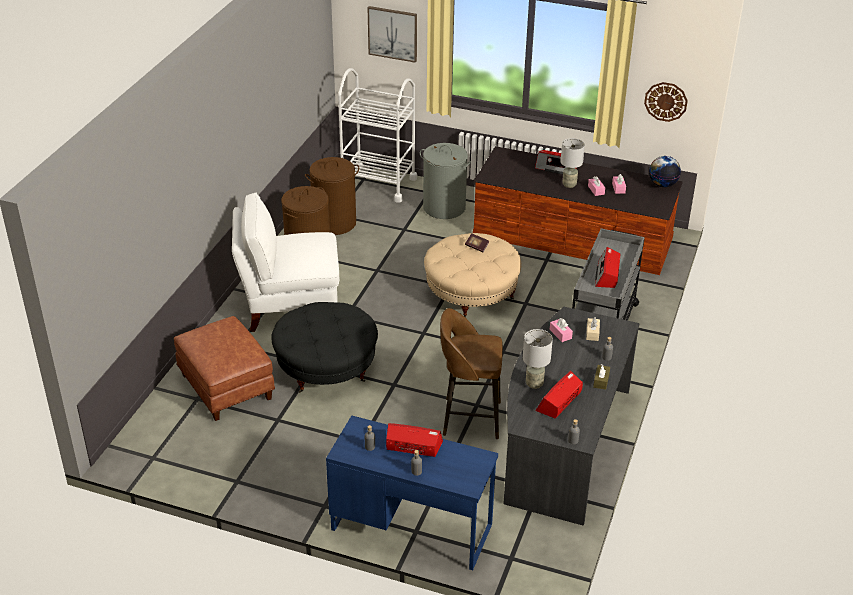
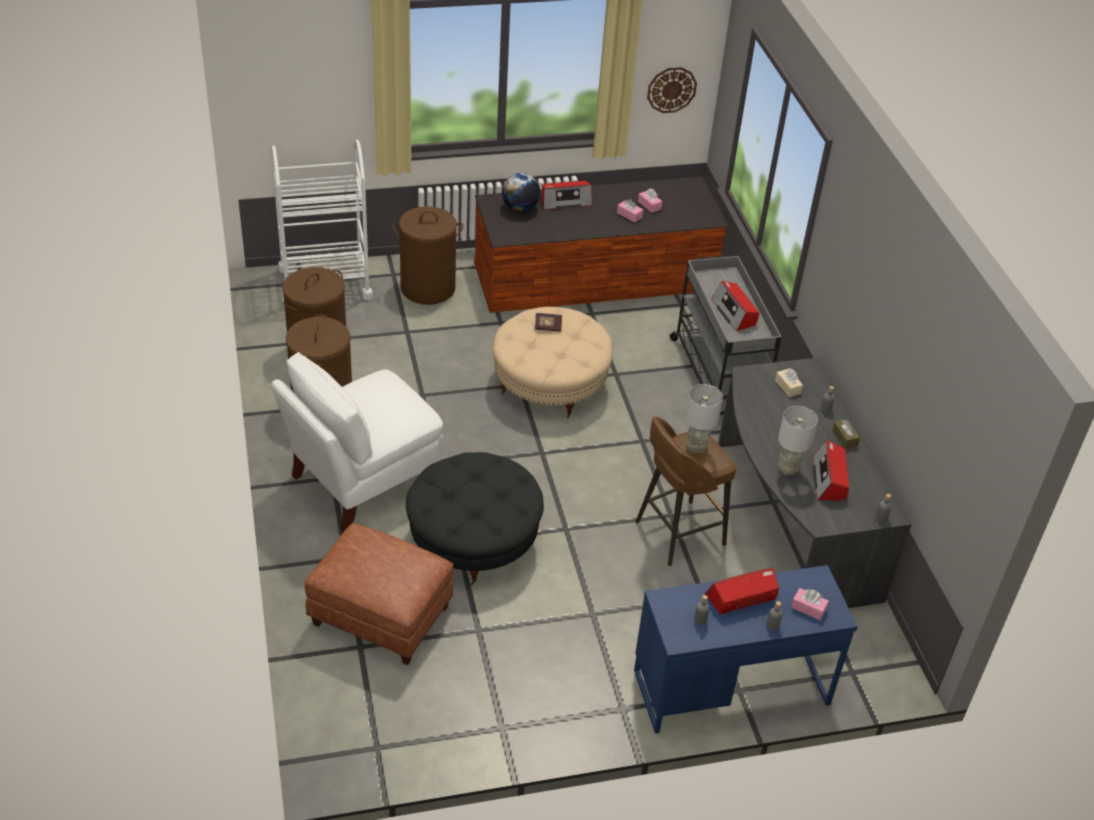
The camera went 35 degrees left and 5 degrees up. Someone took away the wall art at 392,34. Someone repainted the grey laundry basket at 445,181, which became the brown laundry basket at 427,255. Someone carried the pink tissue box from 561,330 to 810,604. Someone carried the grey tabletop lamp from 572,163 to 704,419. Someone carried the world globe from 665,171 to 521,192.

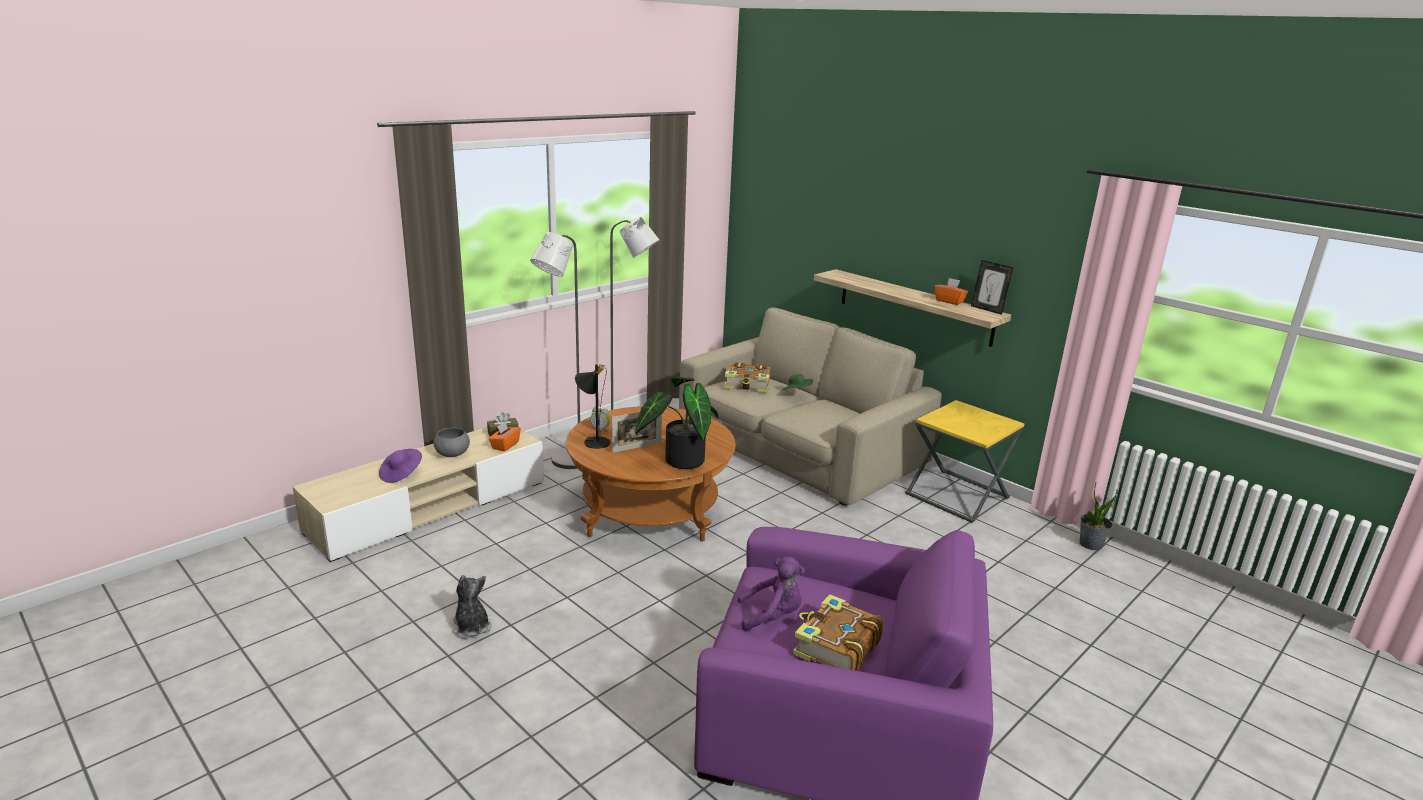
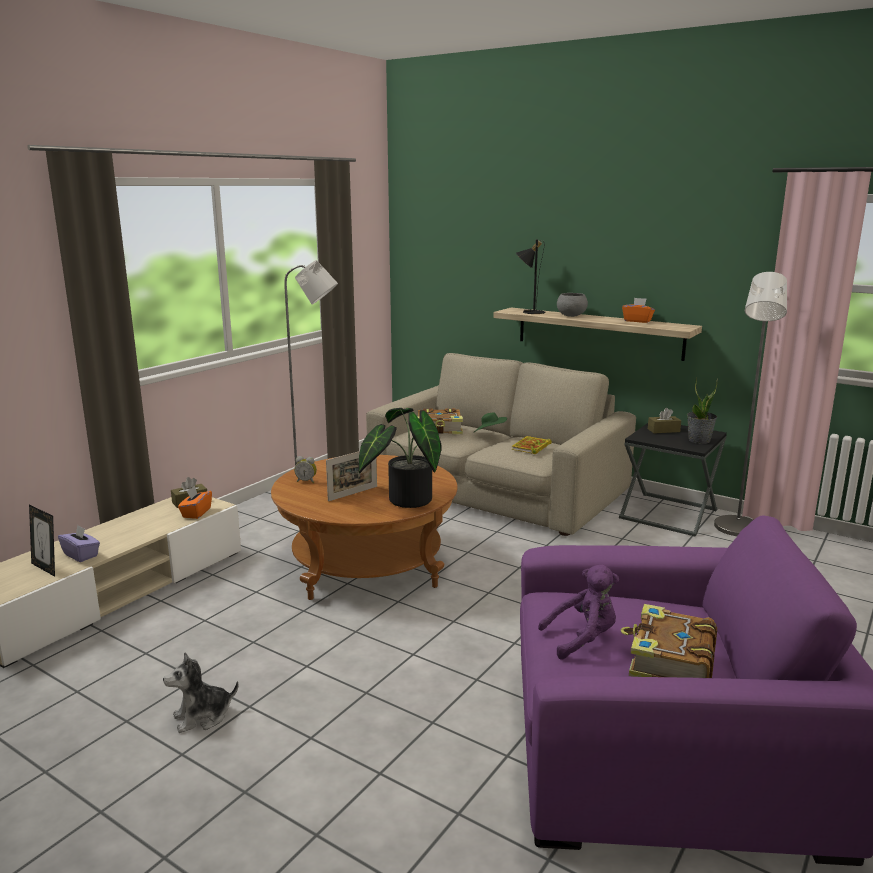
The camera went 10 degrees left and 5 degrees down. Someone swapped the purple hat at 400,466 for the purple tissue box at 79,543. Someone carried the grey serving bowl from 452,442 to 572,305. Someone rotated the soft toy at 472,607 by 75 degrees counterclockwise. Someone carried the grey floor lamp from 555,350 to 750,404. Someone carried the black tabletop lamp from 592,406 to 530,276. Someone repainted the yellowish end table at 964,461, which became the black end table at 673,479. Someone carried the photo frame from 992,287 to 42,541. Someone carried the potted plant from 1099,516 to 702,411. Someone put down the book at 532,445. Someone put down the brown tissue box at 664,420.

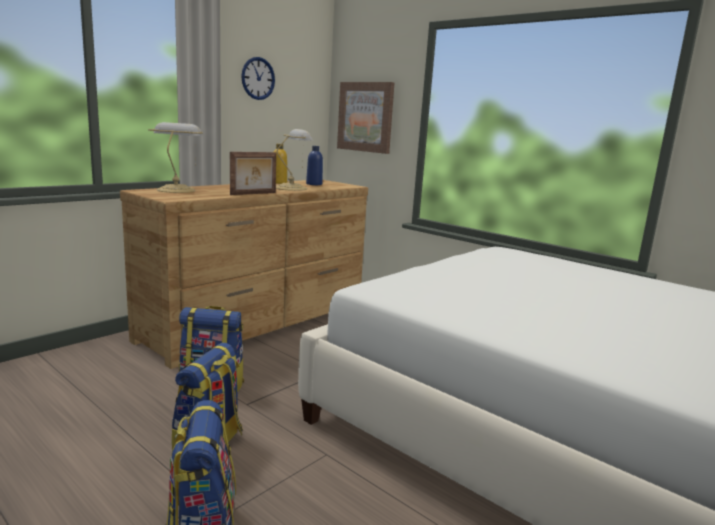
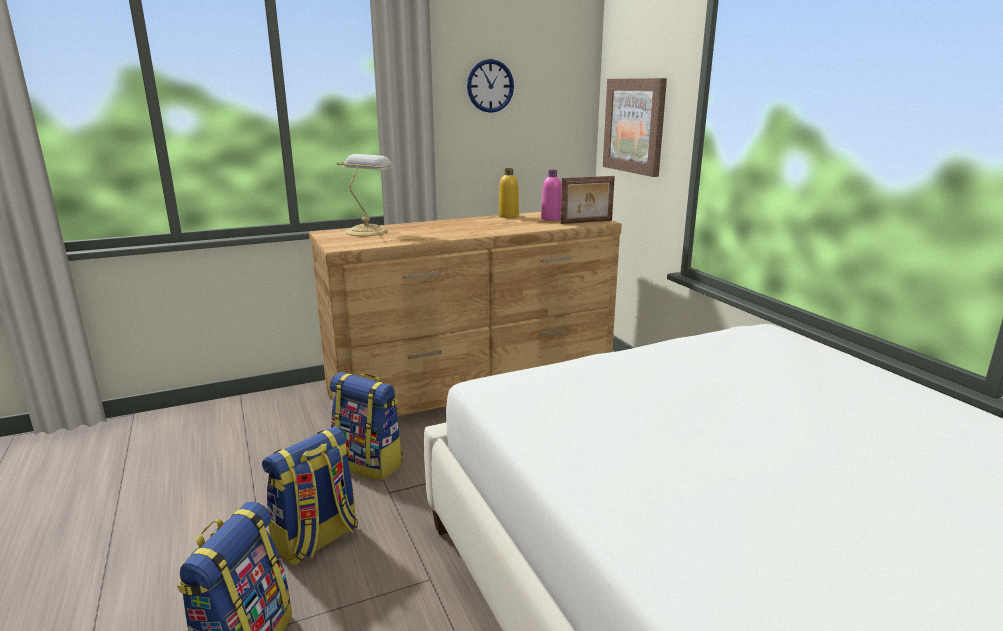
The camera went 25 degrees right and 5 degrees up. Someone carried the photo frame from 253,173 to 587,200. Someone took away the tabletop lamp at 294,160. Someone repainted the bluish drink bottle at 314,165, which became the pink drink bottle at 551,195.

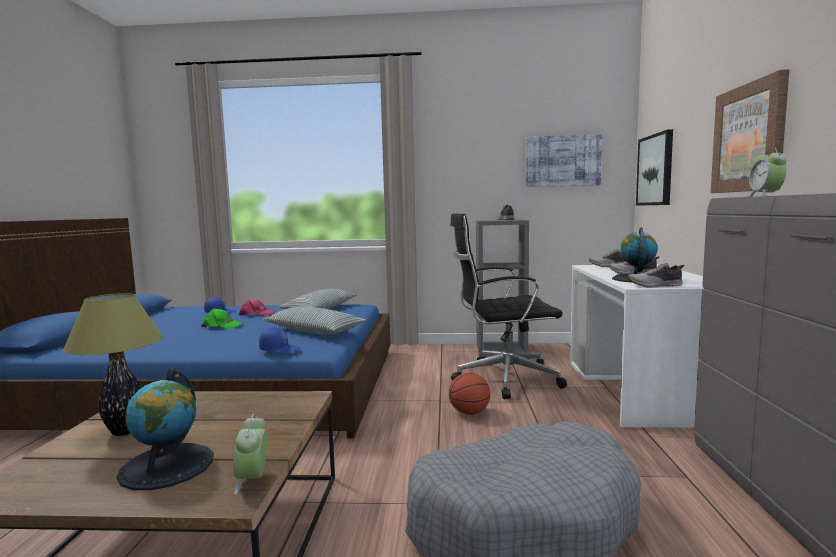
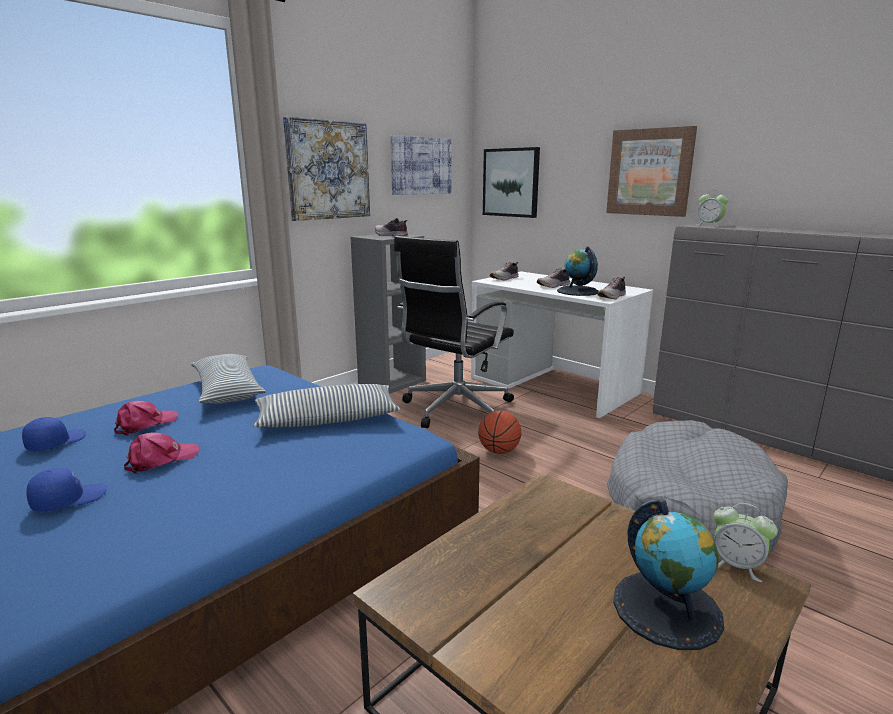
The camera went 50 degrees left and 10 degrees up. Someone took away the tabletop lamp at 113,364. Someone repainted the green peaked cap at 222,319, which became the pink peaked cap at 162,453. Someone carried the bluish peaked cap from 279,340 to 66,490. Someone put up the wall art at 326,169.

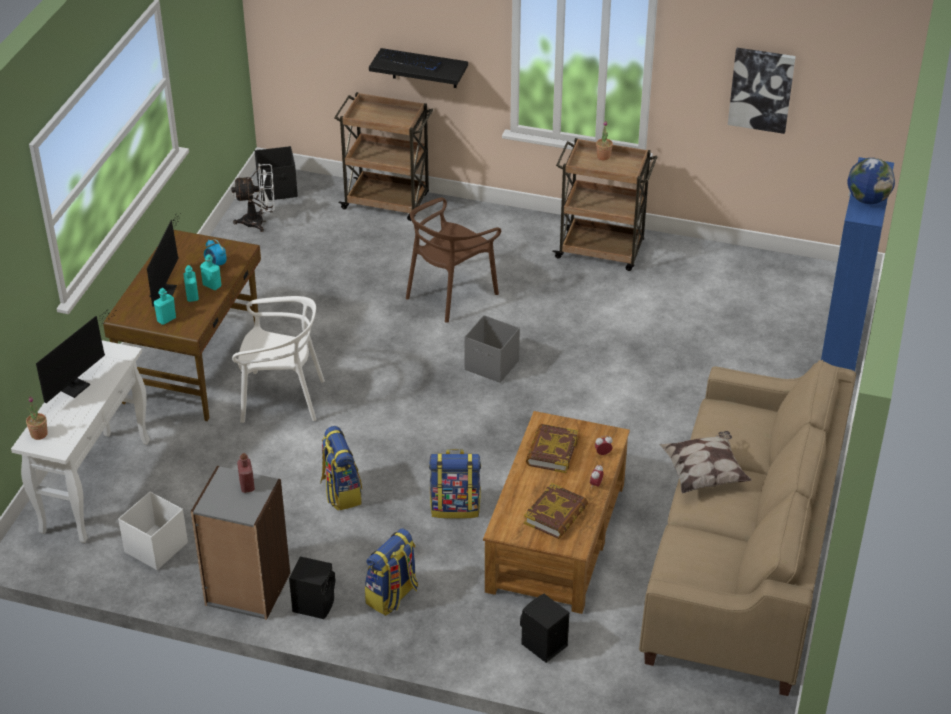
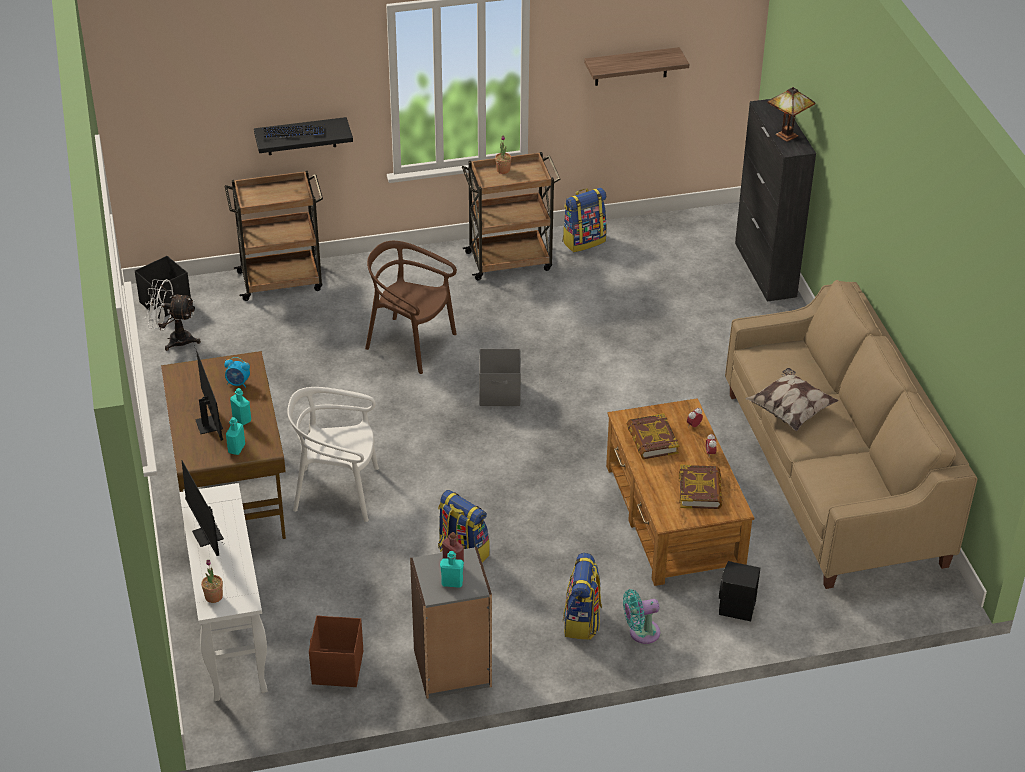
The camera went 30 degrees left and 0 degrees up. Someone rotated the computer display at 76,356 by 150 degrees clockwise. Someone repainted the whitish storage box at 153,531, which became the brown storage box at 336,651. Someone carried the blue-green drink bottle from 210,272 to 452,569. Someone rotated the whitish electric fan at 253,197 by 135 degrees counterclockwise. Someone rotated the whitish upright chair at 278,359 by 150 degrees counterclockwise. Someone took away the black loudspeaker at 312,587. Someone rotated the brown upright chair at 453,260 by 105 degrees clockwise. Someone carried the knapsack from 455,484 to 584,219. Someone swapped the wall art at 762,91 for the bracket shelf at 636,66. Someone repainted the bluish cabinet at 857,264, which became the black cabinet at 775,200. Someone swapped the world globe at 871,181 for the tabletop lamp at 791,114. Someone put down the blue-green electric fan at 641,616.

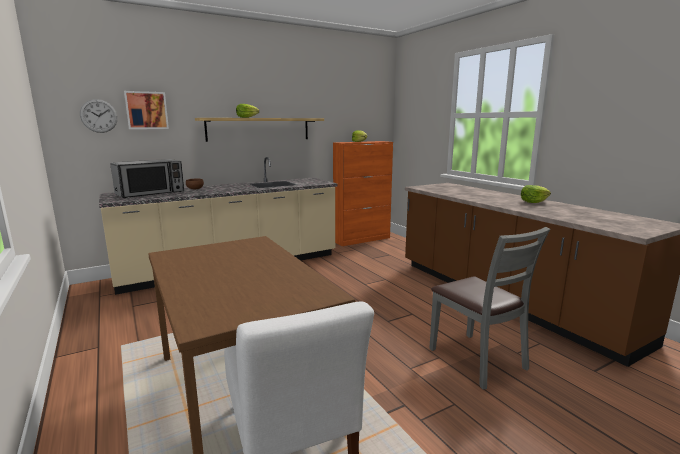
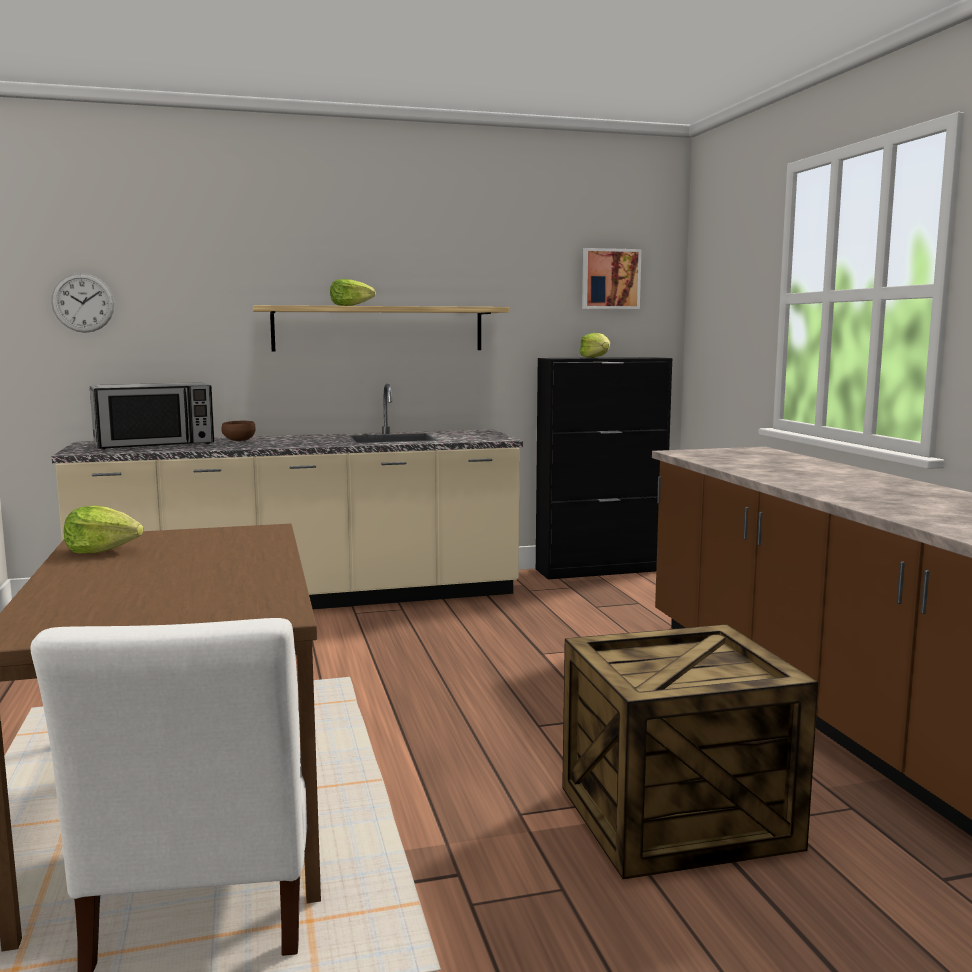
The camera went 15 degrees right and 5 degrees down. Someone carried the wall art from 146,110 to 611,278. Someone repainted the orangey cabinet at 363,193, which became the black cabinet at 604,468. Someone swapped the grey upright chair at 489,308 for the shipping crate at 690,752. Someone carried the lettuce head from 536,194 to 103,529.

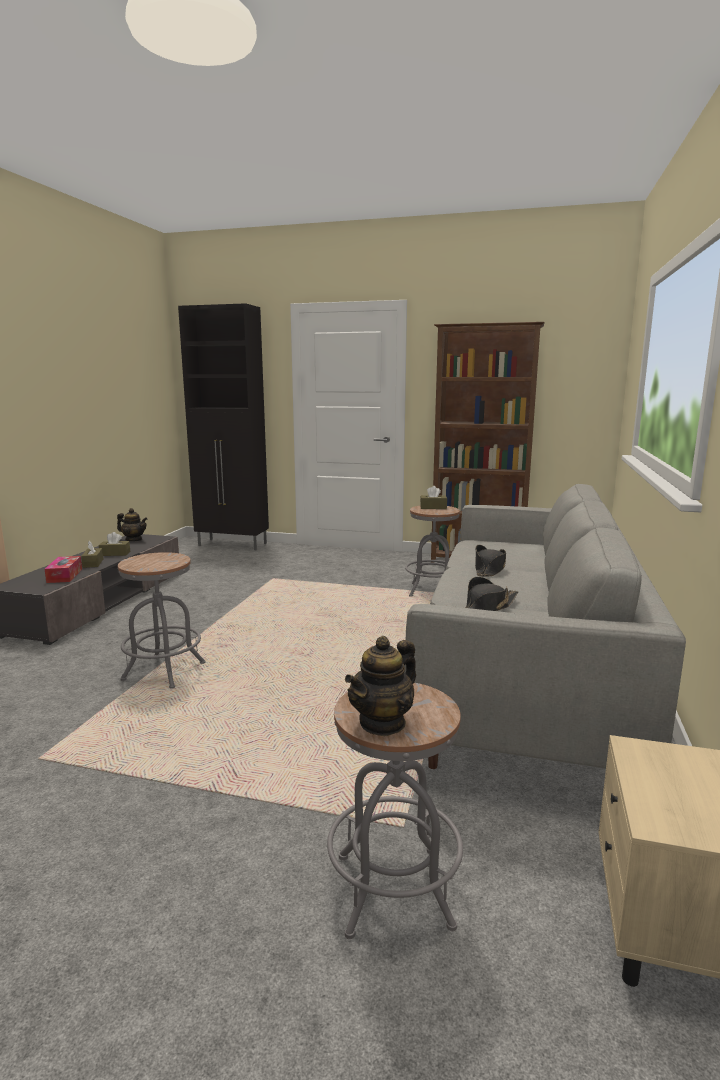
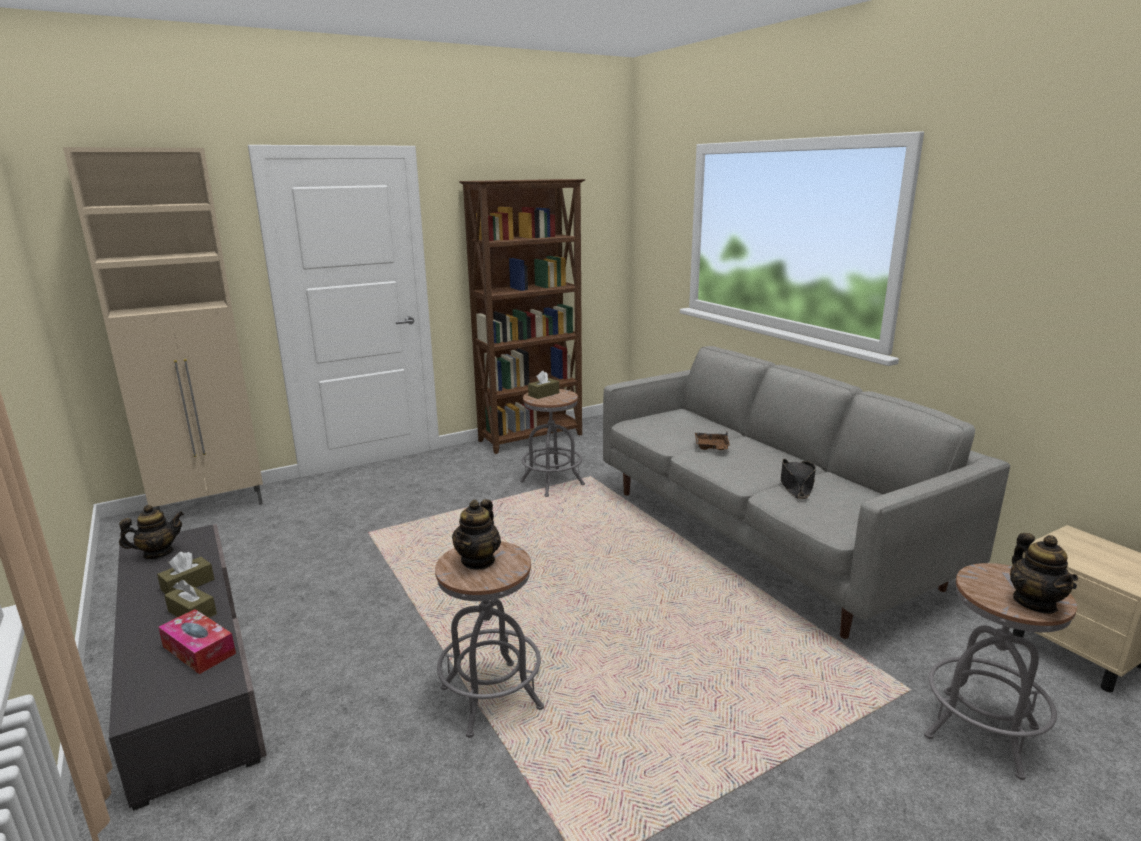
The camera went 45 degrees left and 5 degrees up. Someone repainted the black cabinet at 223,426, which became the beige cabinet at 163,328. Someone swapped the black hat at 490,561 for the brown tray at 712,441. Someone put down the pot for tea at 476,534.

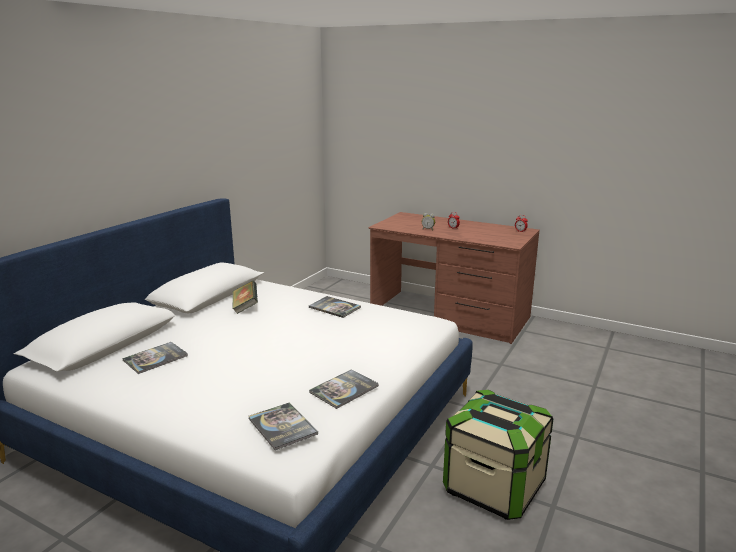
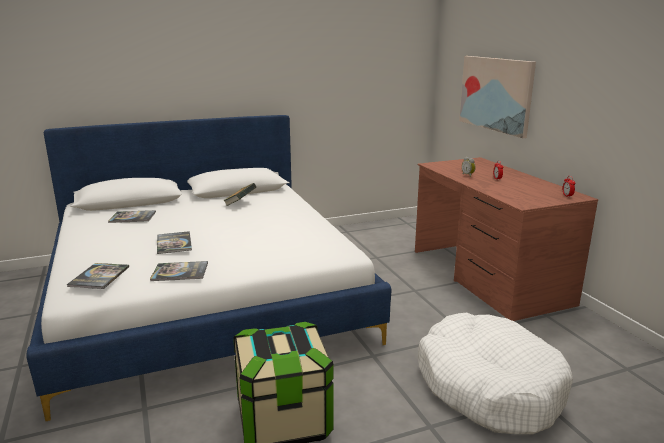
The camera went 40 degrees right and 0 degrees up. Someone carried the book from 335,307 to 174,242. Someone put down the whitish dog cushion at 495,373. Someone put up the wall art at 497,97.

